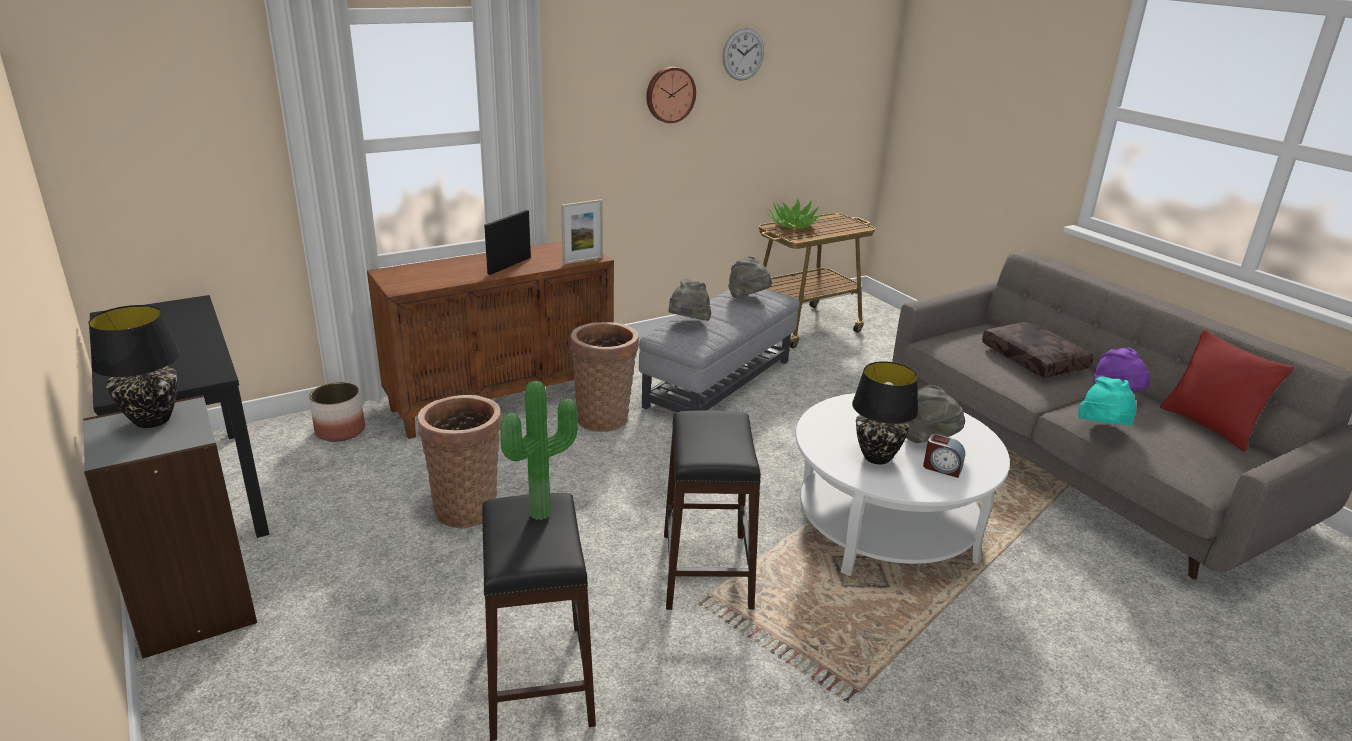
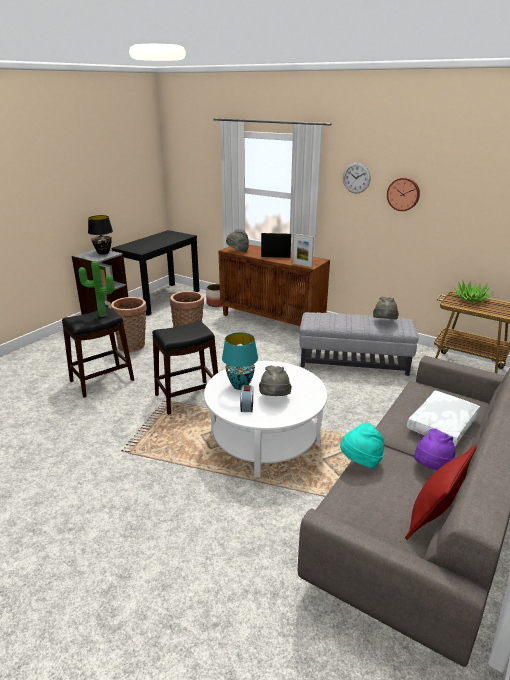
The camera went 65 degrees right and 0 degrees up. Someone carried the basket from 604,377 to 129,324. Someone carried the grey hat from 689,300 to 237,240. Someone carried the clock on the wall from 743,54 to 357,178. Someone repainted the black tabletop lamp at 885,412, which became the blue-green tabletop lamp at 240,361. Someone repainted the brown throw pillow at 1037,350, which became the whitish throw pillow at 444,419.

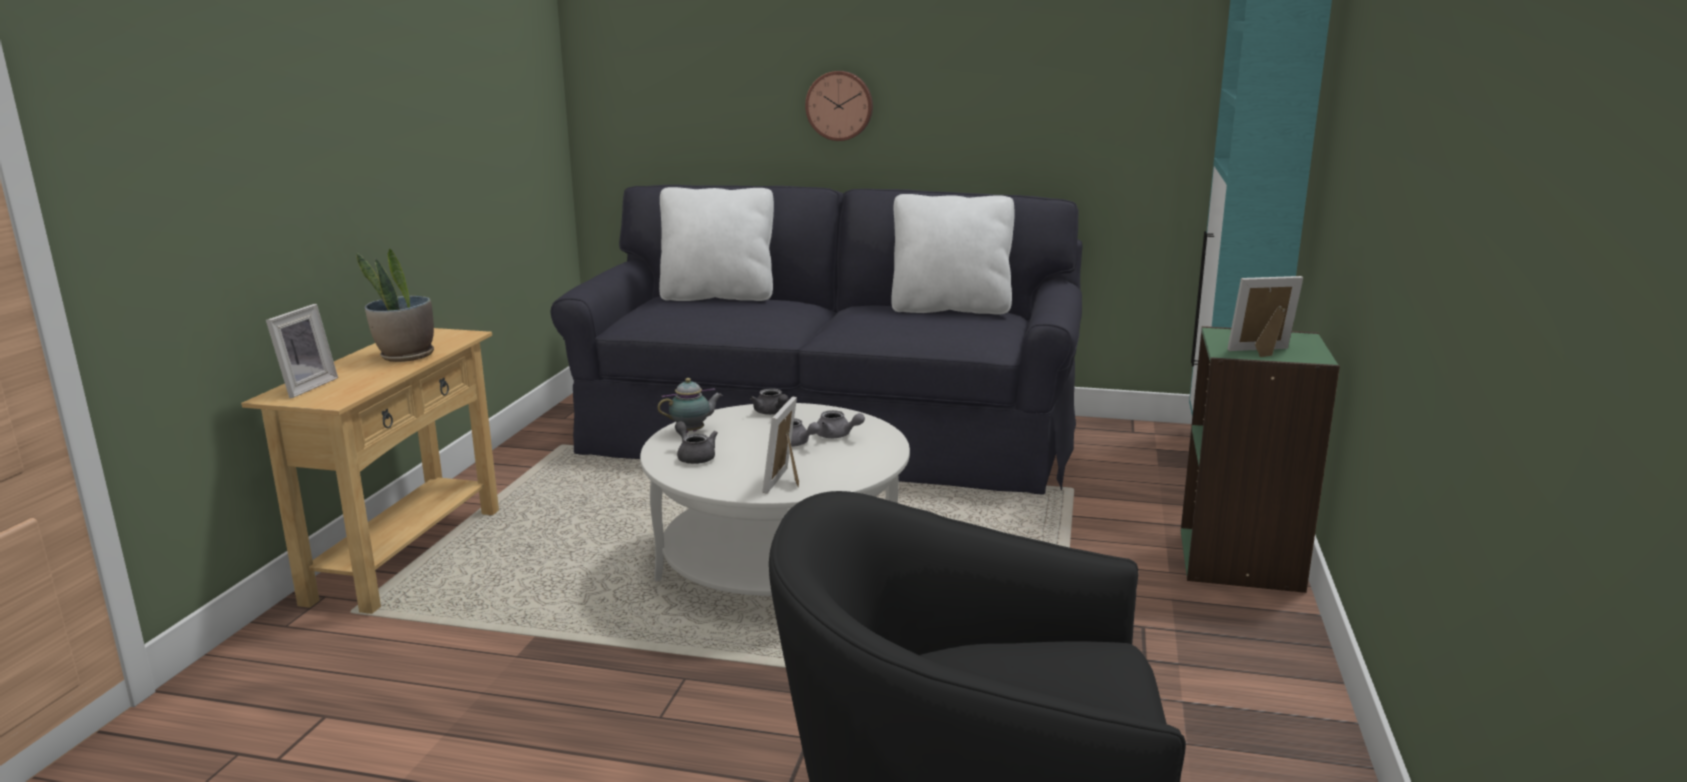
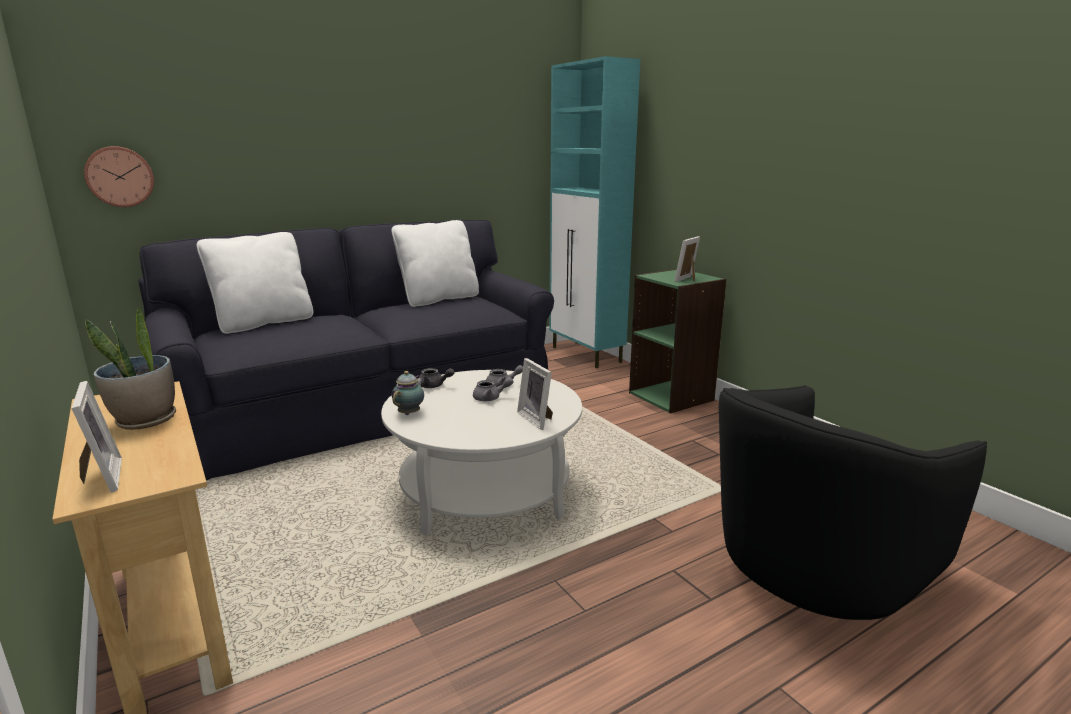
The camera went 45 degrees left and 0 degrees up. Someone took away the grey pot for tea at 696,442. Someone carried the clock on the wall from 839,106 to 119,176.

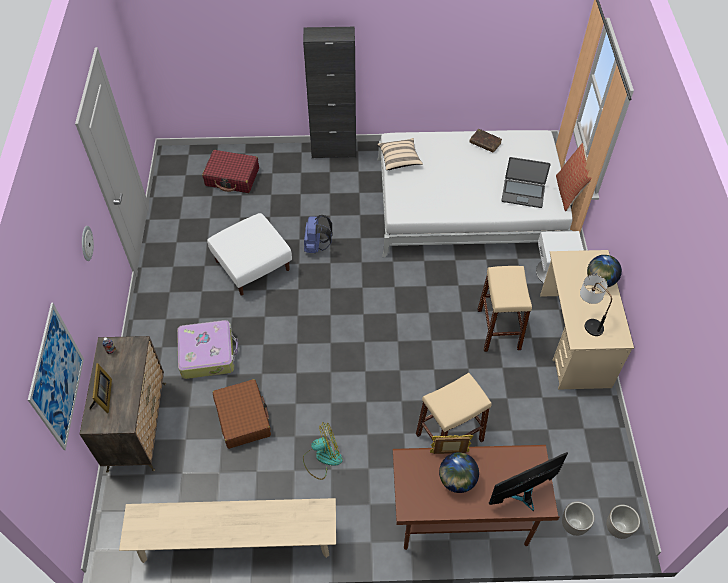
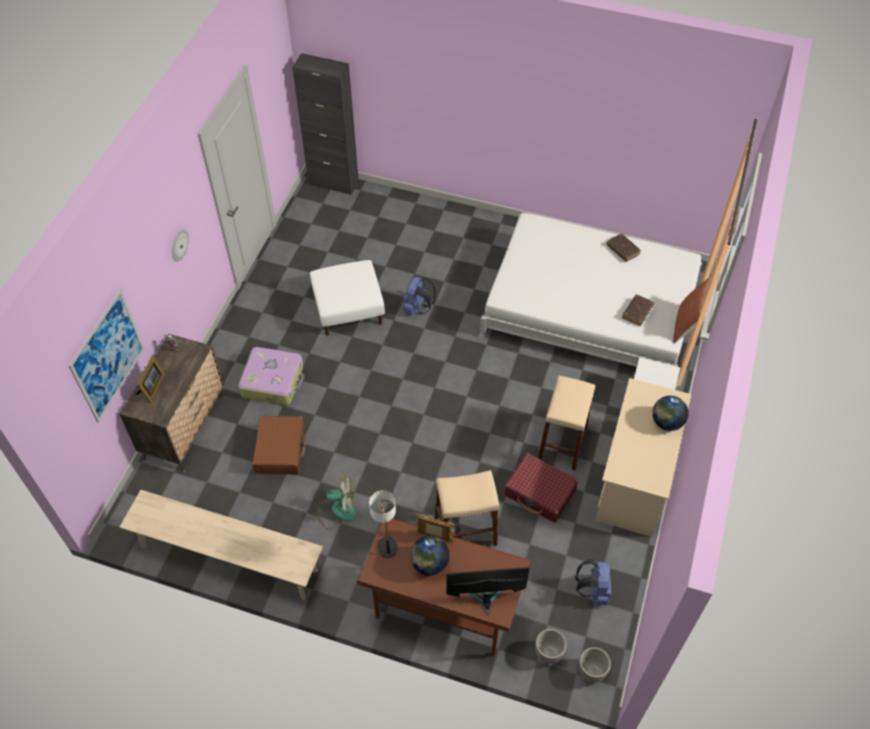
The camera went 20 degrees right and 0 degrees up. Someone carried the red-coloured piece of luggage from 230,171 to 541,488. Someone carried the black cabinet from 329,93 to 325,124. Someone took away the beige throw pillow at 400,154. Someone swapped the notebook computer at 526,182 for the brown book at 638,310. Someone carried the tabletop lamp from 596,305 to 383,524. Someone put down the bluish knapsack at 593,582.

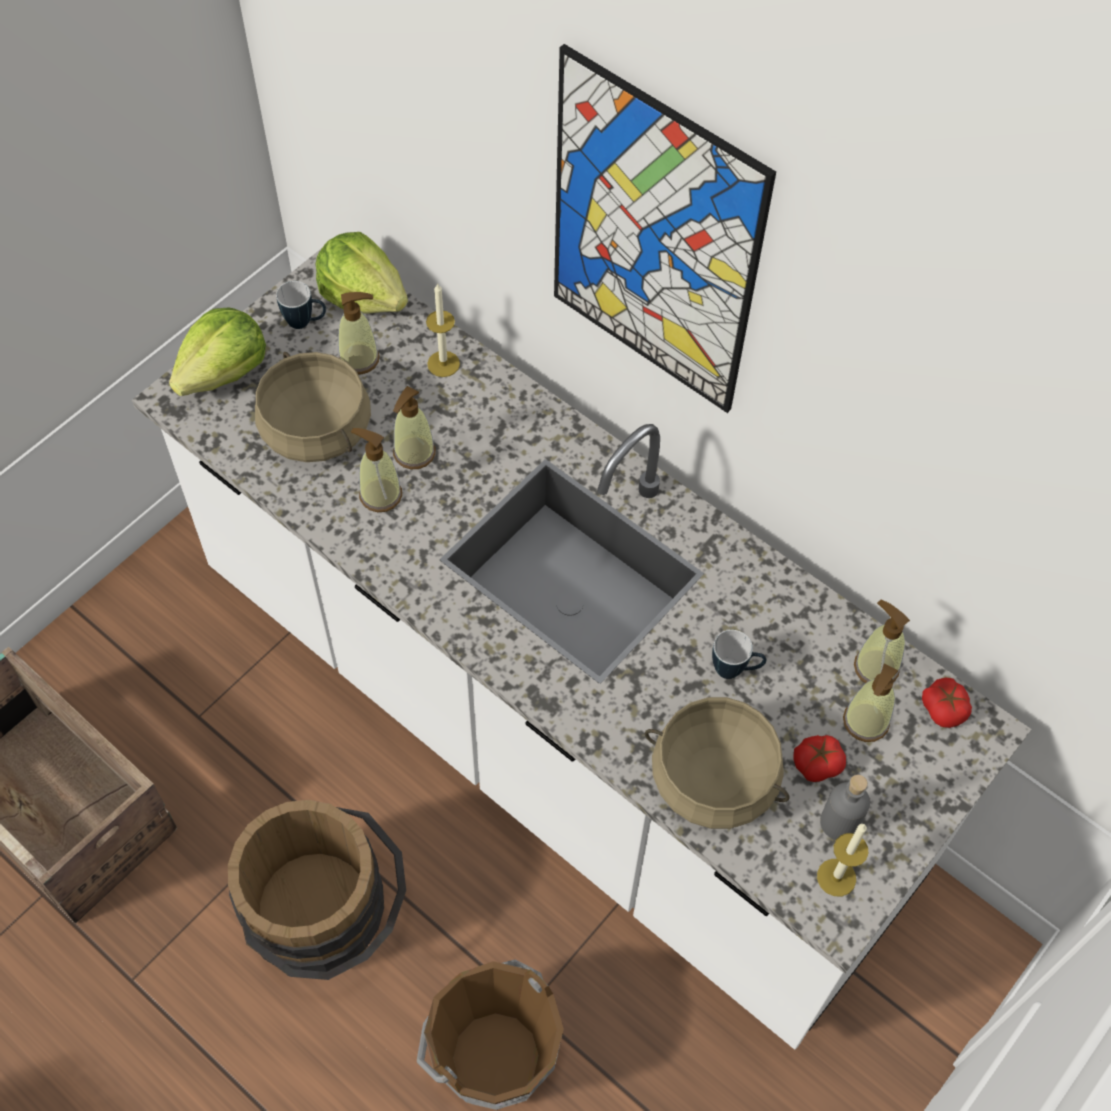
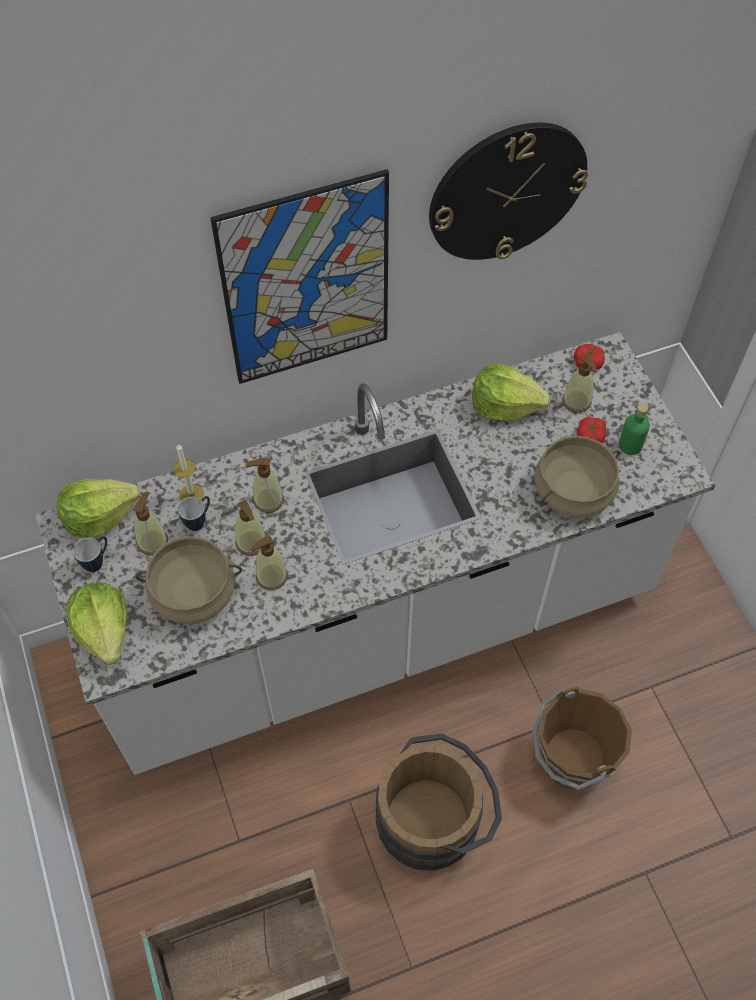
The camera went 60 degrees left and 0 degrees up. Someone carried the coffee mug from 739,654 to 194,513. Someone took away the candle at 843,860. Someone repainted the grey drink bottle at 845,807, which became the green drink bottle at 634,429. Someone carried the soap dispenser from 882,641 to 265,485. Someone put up the clock on the wall at 508,191. Someone put down the lettuce head at 511,392.

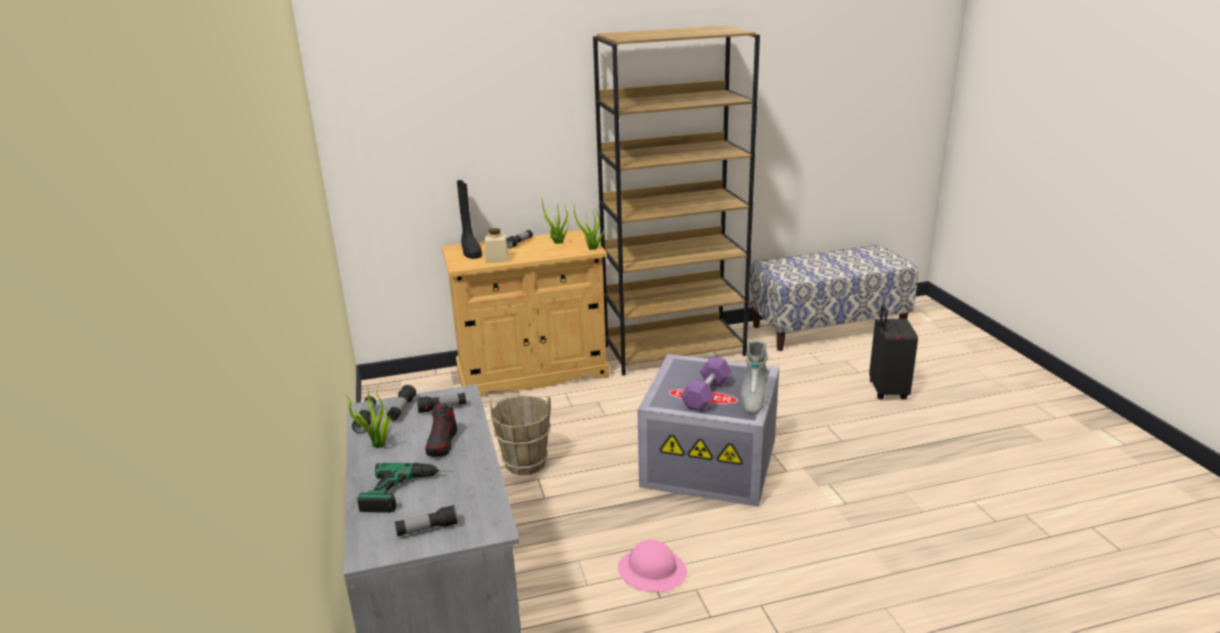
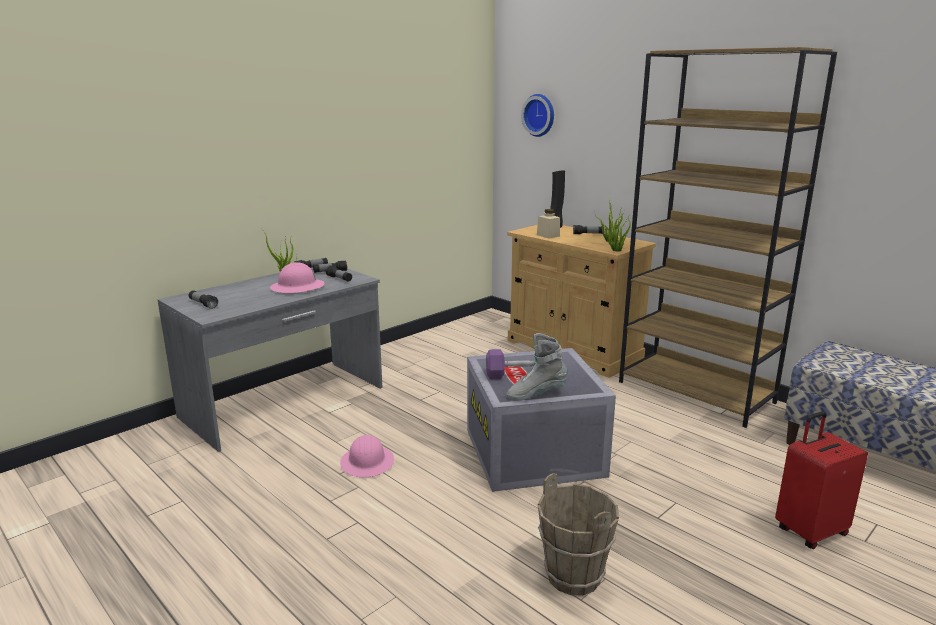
The camera went 60 degrees right and 5 degrees down. Someone took away the power drill at 404,488. Someone swapped the shoe at 441,430 for the pink hard hat at 297,277. Someone carried the brown bucket from 520,435 to 578,534. Someone repainted the black piece of luggage at 893,352, which became the red-coloured piece of luggage at 821,480. Someone put up the clock on the wall at 537,115.

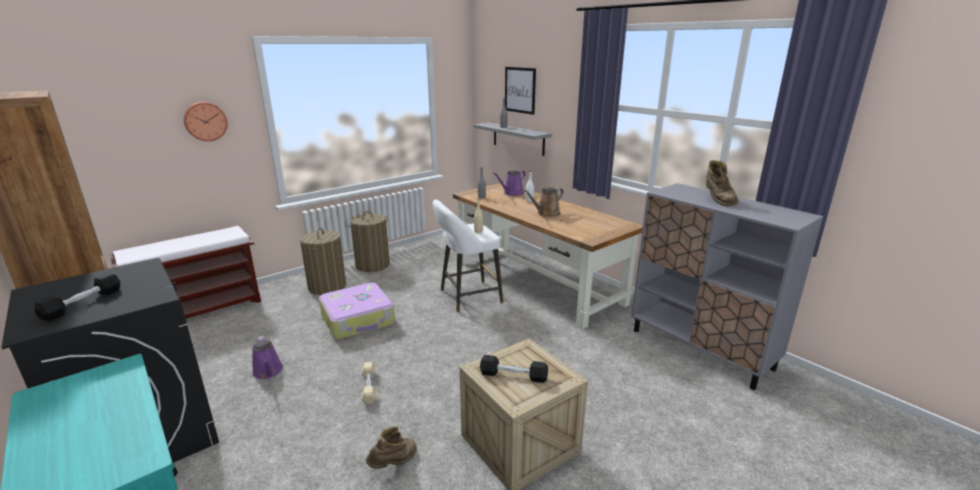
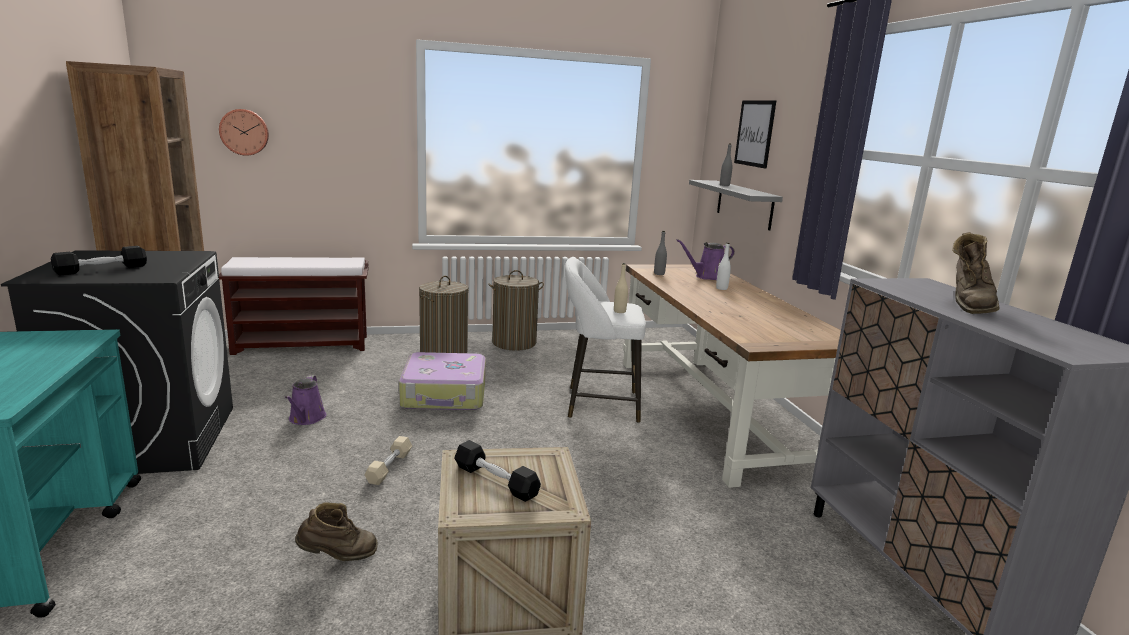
The camera went 25 degrees right and 5 degrees down. Someone carried the clock on the wall from 206,121 to 244,132. Someone took away the brown sprinkling can at 544,202.

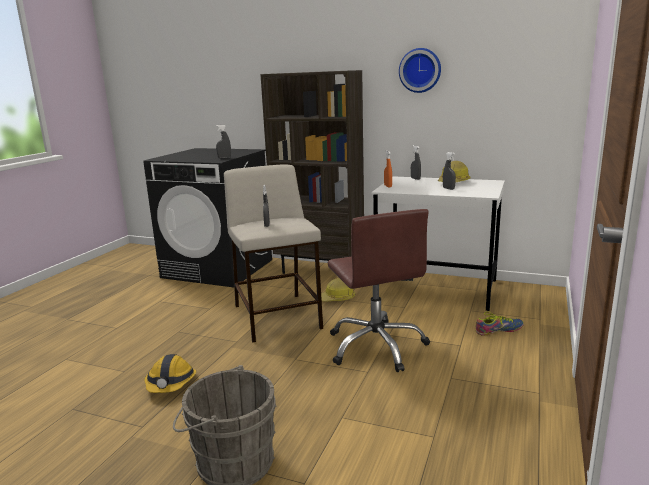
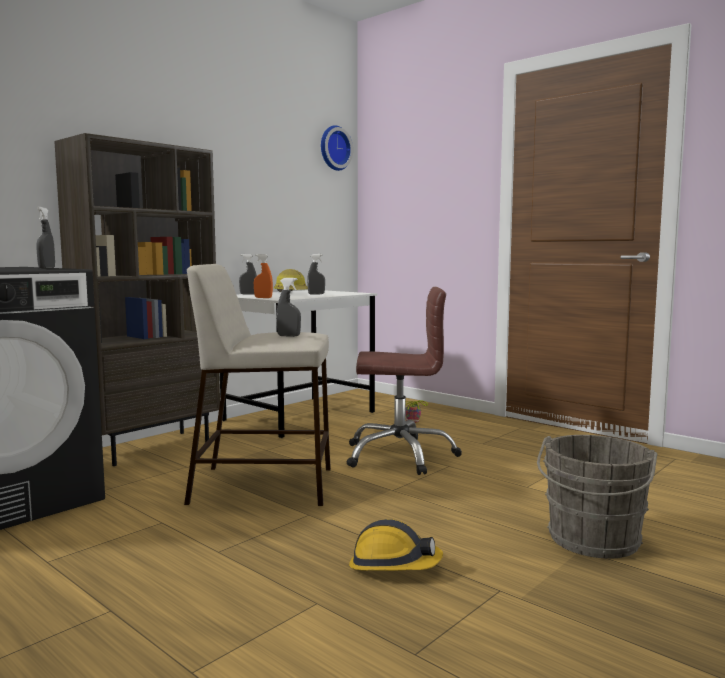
The camera went 70 degrees left and 10 degrees down. Someone took away the hard hat at 338,290. Someone carried the clock on the wall from 420,70 to 337,148.

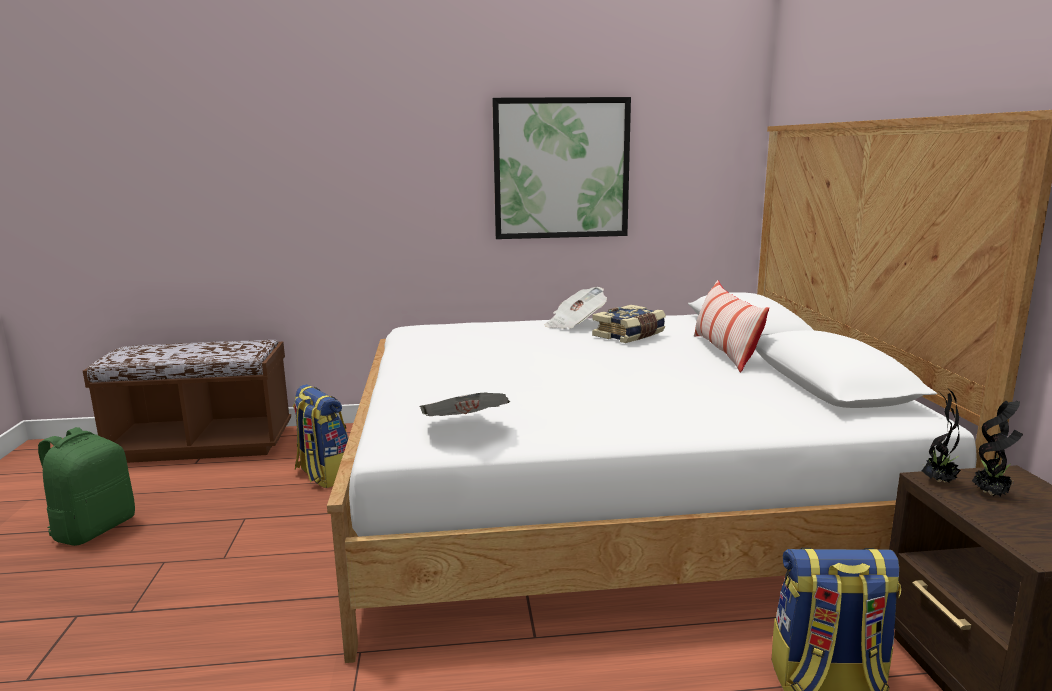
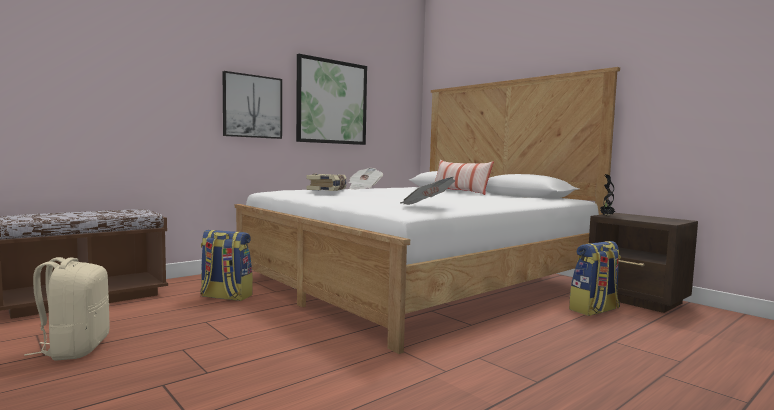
The camera went 35 degrees left and 10 degrees down. Someone repainted the green knapsack at 86,486, which became the beige knapsack at 67,309. Someone carried the book from 629,324 to 326,182. Someone took away the potted plant at 997,448. Someone put up the wall art at 252,105.

